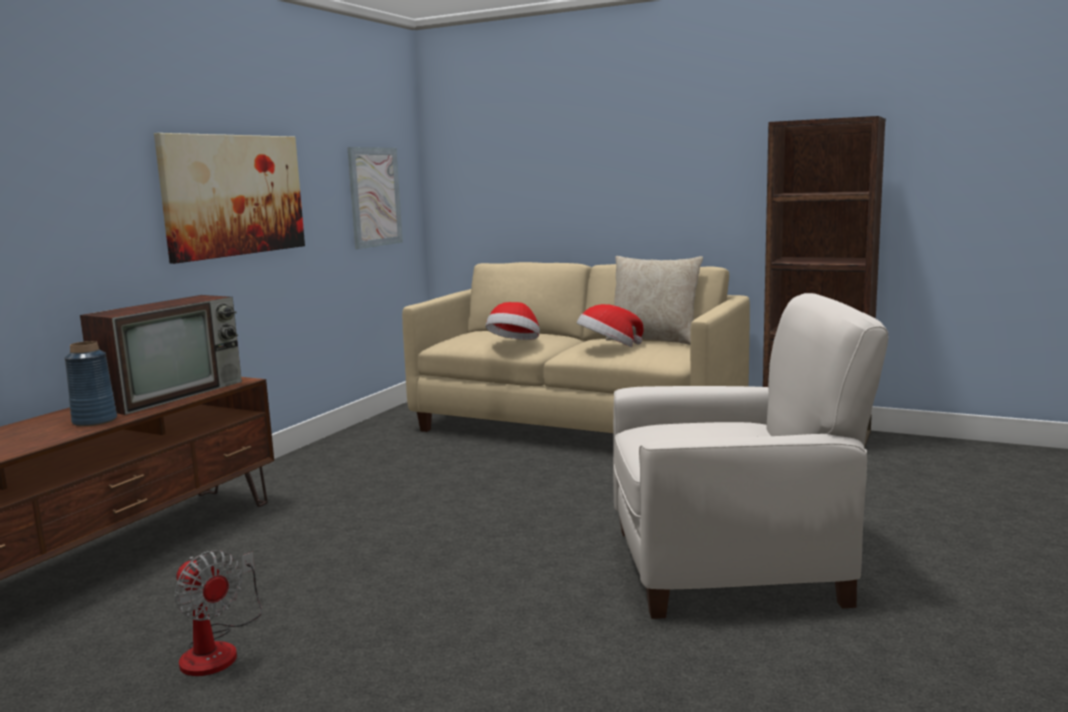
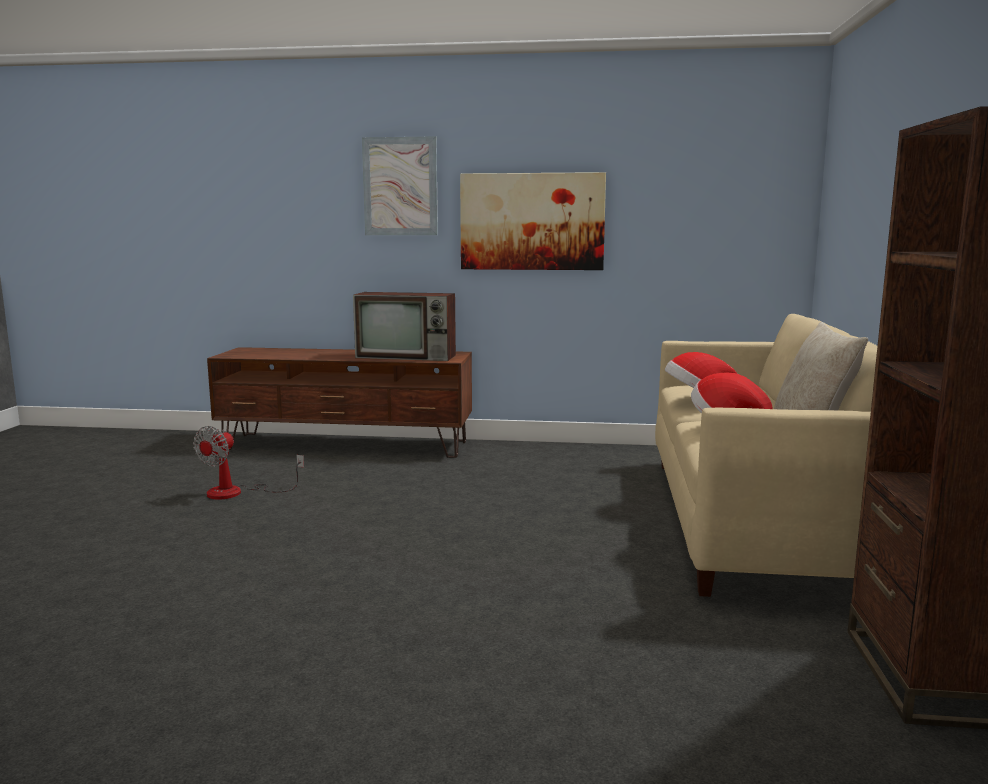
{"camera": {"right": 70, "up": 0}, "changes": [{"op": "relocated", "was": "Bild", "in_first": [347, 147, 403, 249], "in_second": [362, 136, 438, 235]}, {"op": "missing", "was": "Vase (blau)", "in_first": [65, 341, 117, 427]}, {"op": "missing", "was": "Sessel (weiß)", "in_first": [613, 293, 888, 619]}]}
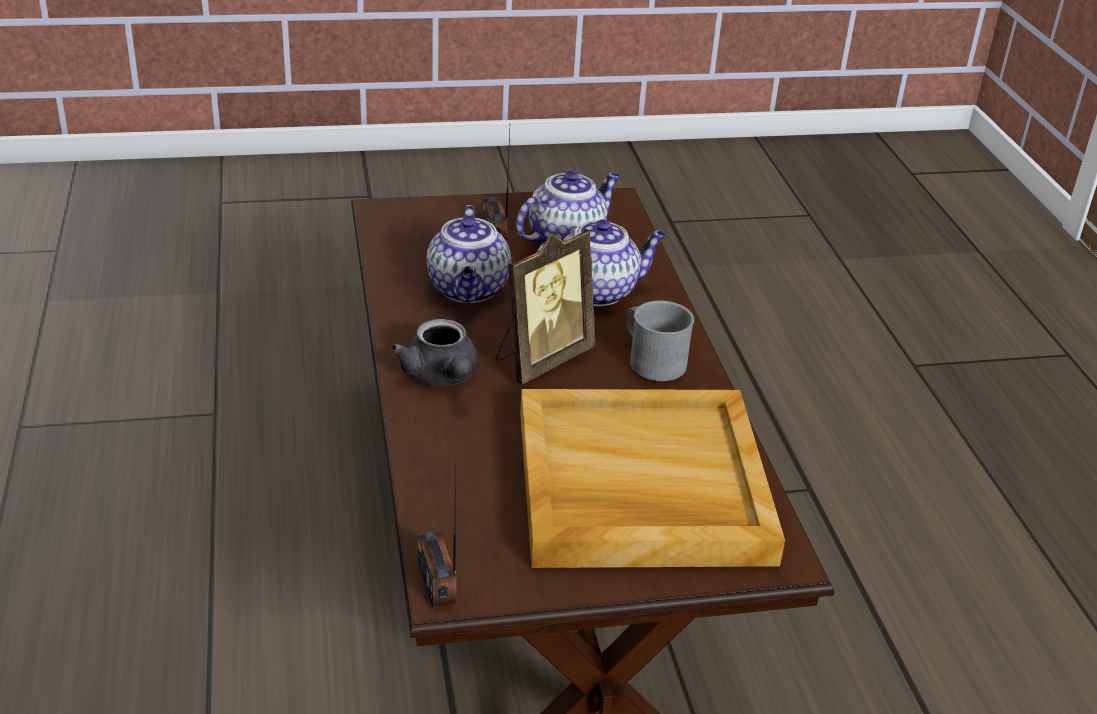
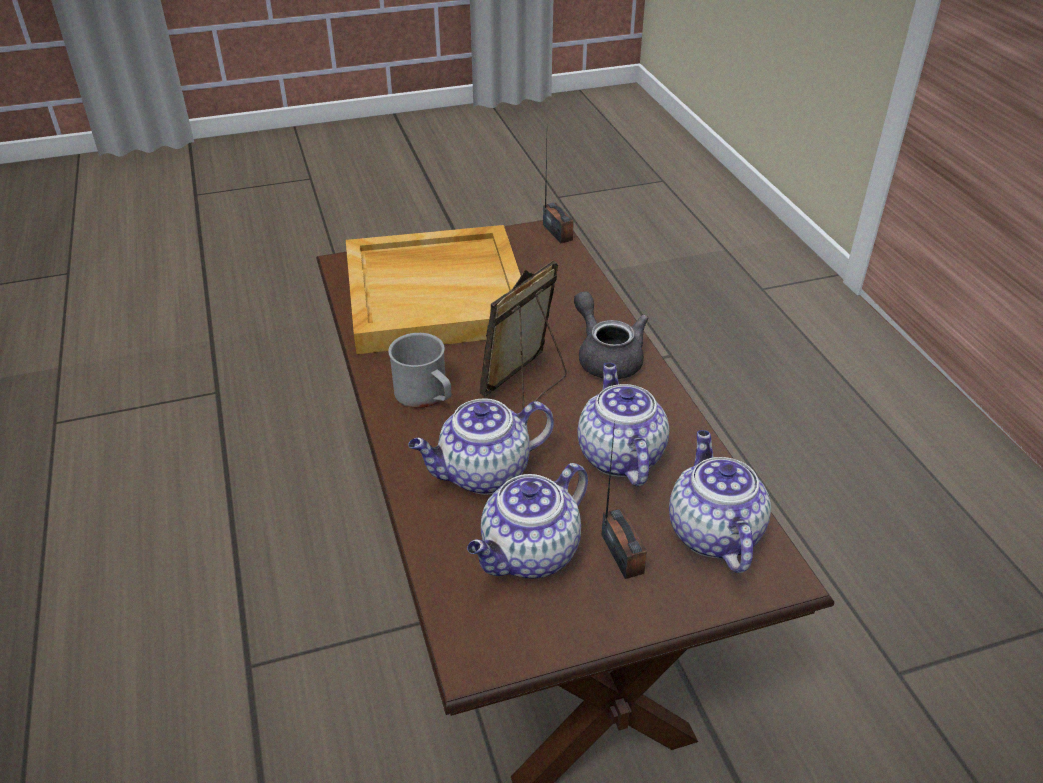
{"camera": {"right": 175, "up": 5}, "changes": [{"op": "appeared", "now": "Teekanne", "in_second": [669, 430, 771, 573]}]}
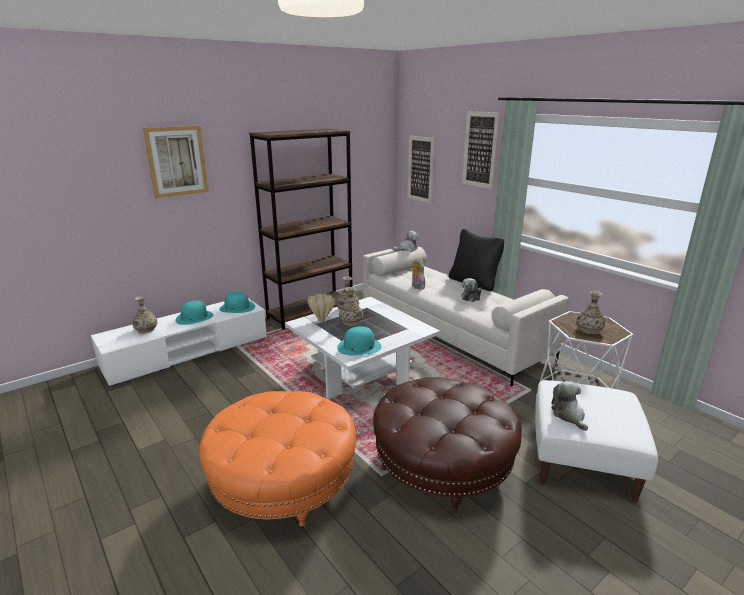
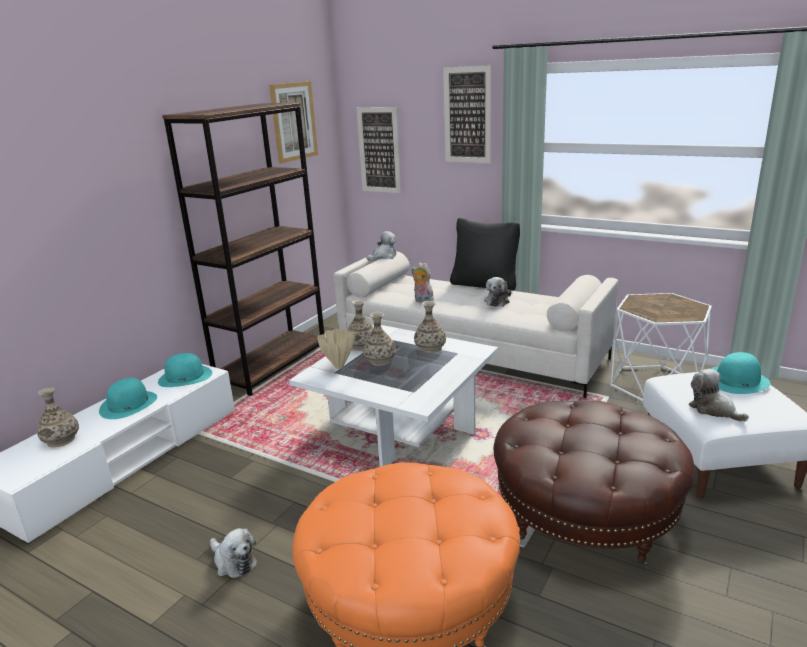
{"camera": {"right": -20, "up": 0}, "changes": [{"op": "appeared", "now": "Plüschtier", "in_second": [210, 528, 258, 578]}, {"op": "relocated", "was": "Bild", "in_first": [143, 126, 209, 198], "in_second": [269, 81, 318, 164]}, {"op": "relocated", "was": "Vase", "in_first": [576, 291, 605, 334], "in_second": [414, 301, 446, 353]}, {"op": "relocated", "was": "Hut (türkis)", "in_first": [337, 326, 382, 356], "in_second": [711, 352, 771, 394]}]}
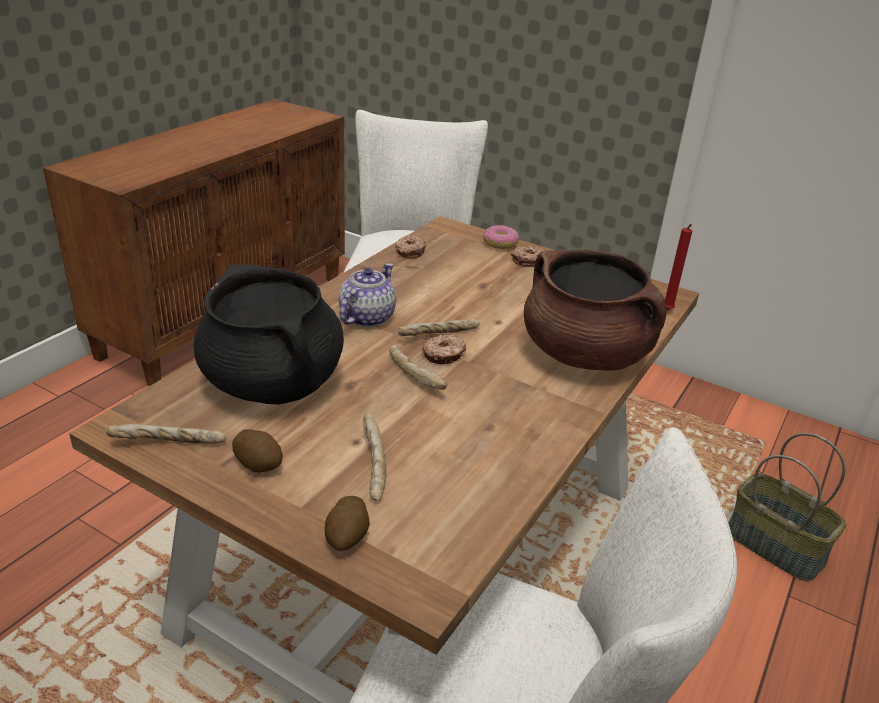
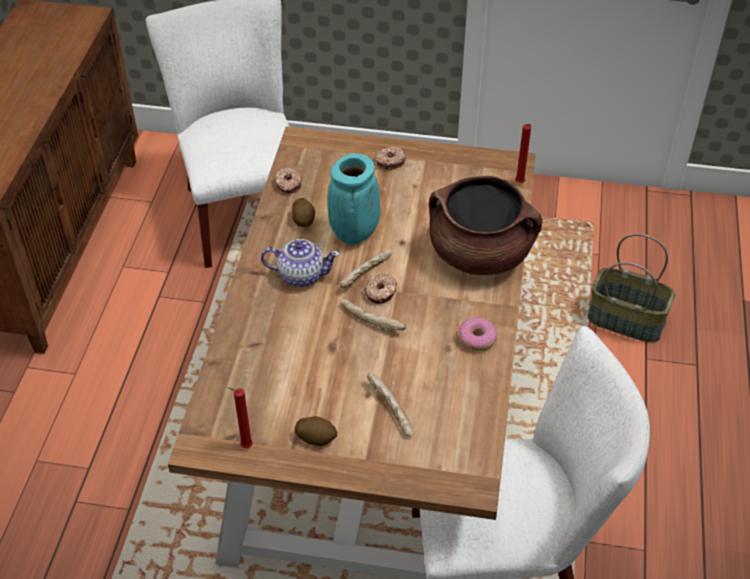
{"camera": {"right": -20, "up": 15}, "changes": [{"op": "exchanged", "was": "Brot", "now": "Kerze (rot)", "in_first": [106, 424, 227, 444], "in_second": [227, 387, 253, 448]}, {"op": "spun", "was": "Teekanne", "in_first": [339, 263, 396, 327], "in_second": [261, 239, 340, 287], "clockwise": 90}, {"op": "relocated", "was": "Kartoffel", "in_first": [325, 496, 370, 551], "in_second": [292, 198, 315, 227]}, {"op": "appeared", "now": "Vase (türkis)", "in_second": [327, 153, 380, 245]}, {"op": "relocated", "was": "Donut", "in_first": [483, 225, 519, 249], "in_second": [458, 317, 498, 351]}, {"op": "missing", "was": "Kochtopf (schwarz)", "in_first": [194, 264, 344, 405]}]}
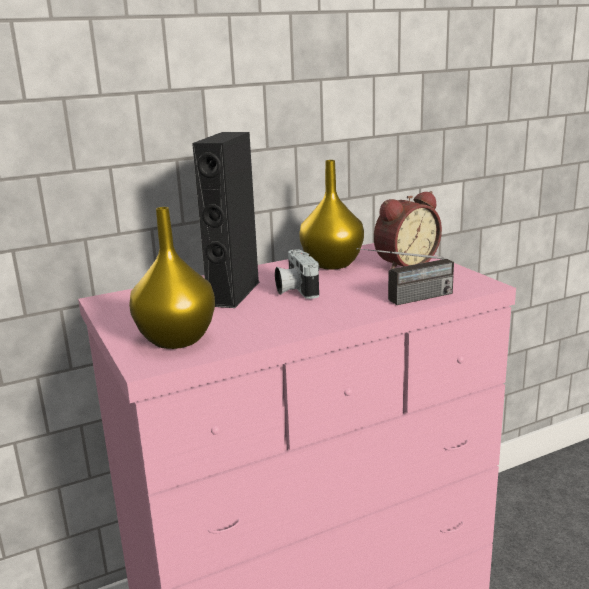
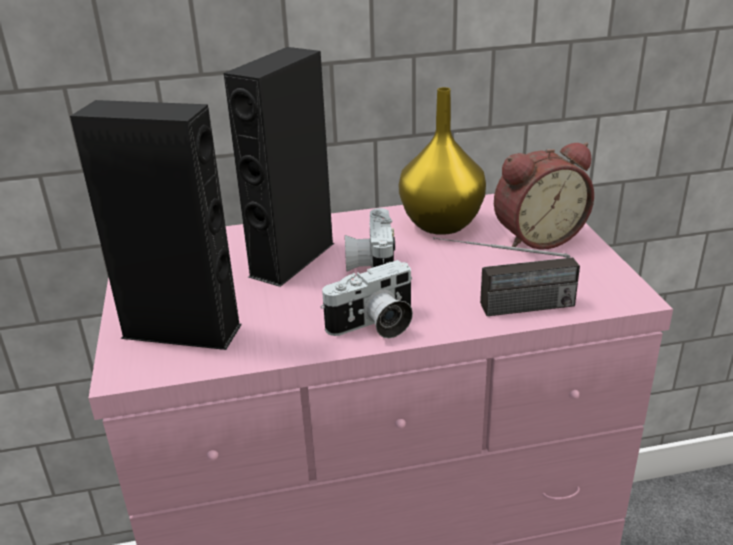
{"camera": {"right": 15, "up": 10}, "changes": [{"op": "exchanged", "was": "Vase (gelb)", "now": "Lautsprecher (schwarz)", "in_first": [129, 207, 215, 349], "in_second": [70, 100, 242, 350]}, {"op": "appeared", "now": "Kamera", "in_second": [321, 260, 413, 338]}]}
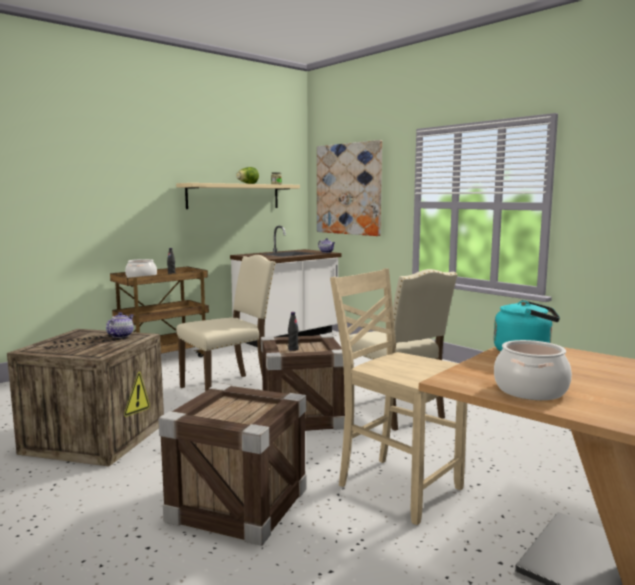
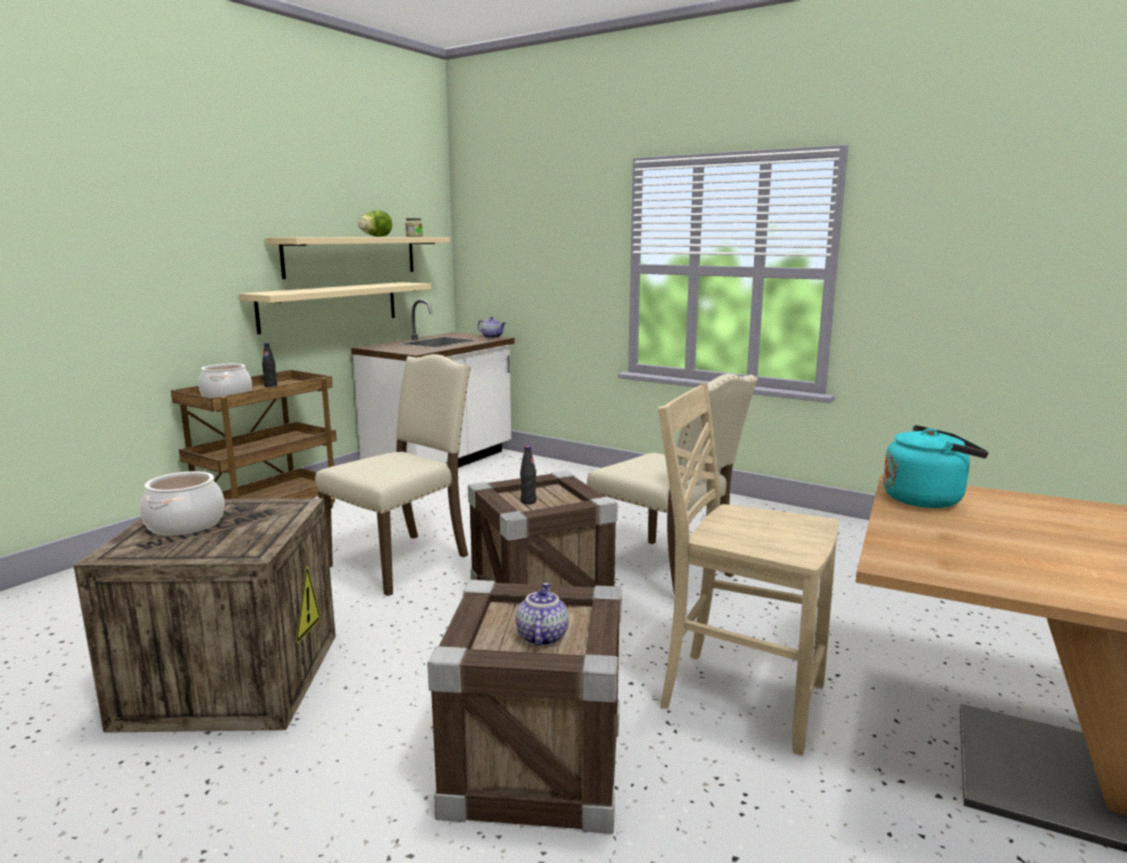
{"camera": {"right": -15, "up": 5}, "changes": [{"op": "relocated", "was": "Kochtopf", "in_first": [494, 340, 572, 400], "in_second": [140, 471, 225, 536]}, {"op": "appeared", "now": "Wandregal (beige)", "in_second": [239, 282, 431, 334]}, {"op": "relocated", "was": "Teekanne", "in_first": [106, 312, 133, 338], "in_second": [516, 583, 569, 646]}, {"op": "missing", "was": "Bild", "in_first": [317, 140, 382, 236]}]}
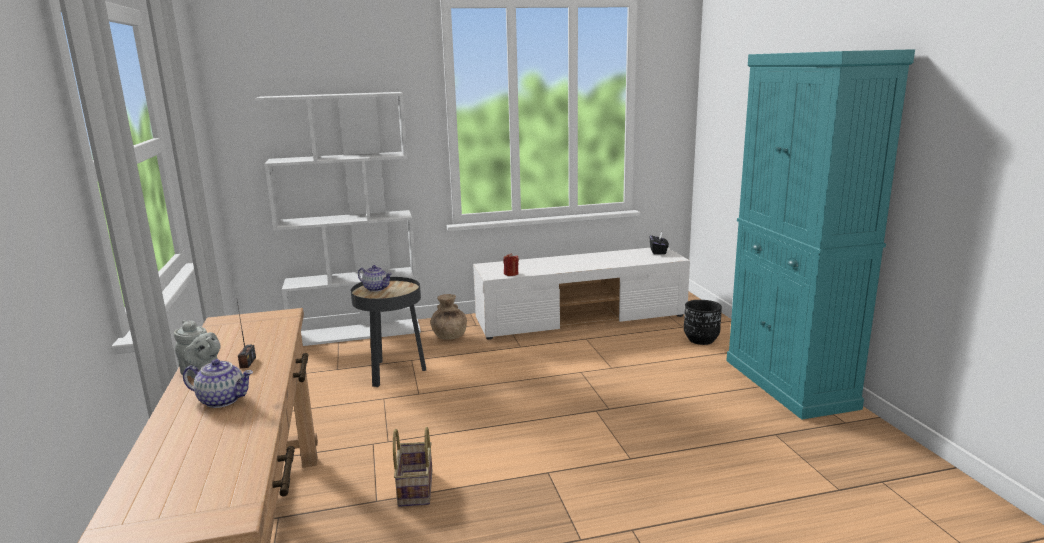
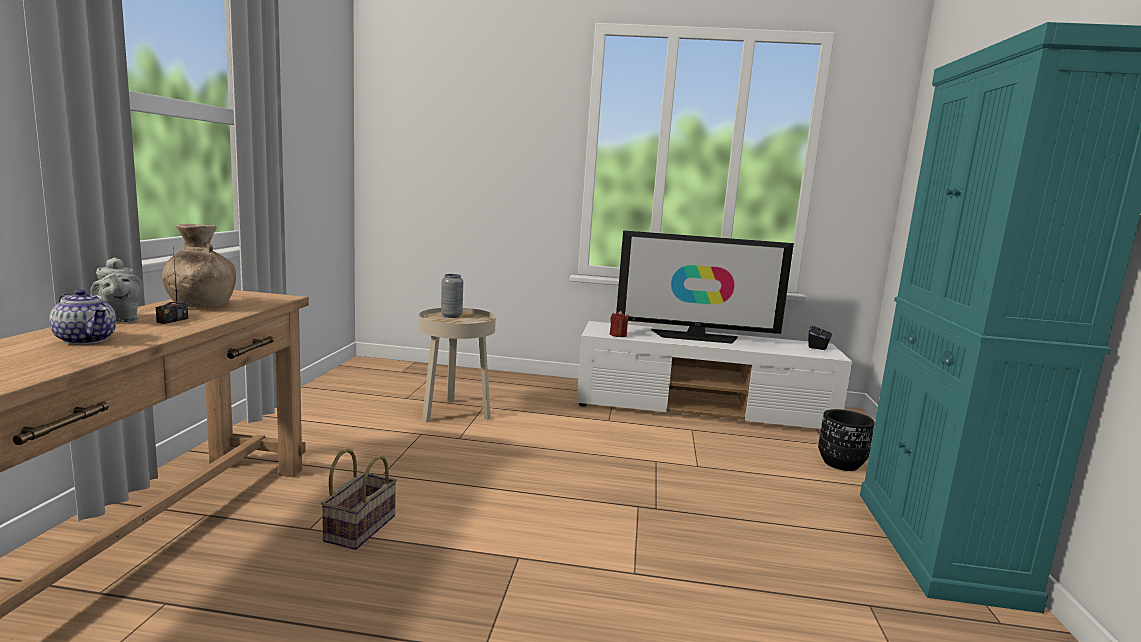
{"camera": {"right": 20, "up": -5}, "changes": [{"op": "relocated", "was": "Vase (braun)", "in_first": [430, 294, 467, 340], "in_second": [162, 224, 236, 307]}, {"op": "colour", "was": "Beistelltisch (schwarz)", "now": "Beistelltisch (beige)", "in_first": [351, 277, 426, 387], "in_second": [419, 308, 496, 423]}, {"op": "exchanged", "was": "Teekanne", "now": "Vase (grau)", "in_first": [358, 265, 392, 292], "in_second": [441, 274, 463, 318]}, {"op": "appeared", "now": "Fernseher", "in_second": [616, 230, 794, 344]}, {"op": "missing", "was": "Bücherregal (weiß)", "in_first": [255, 92, 421, 346]}]}
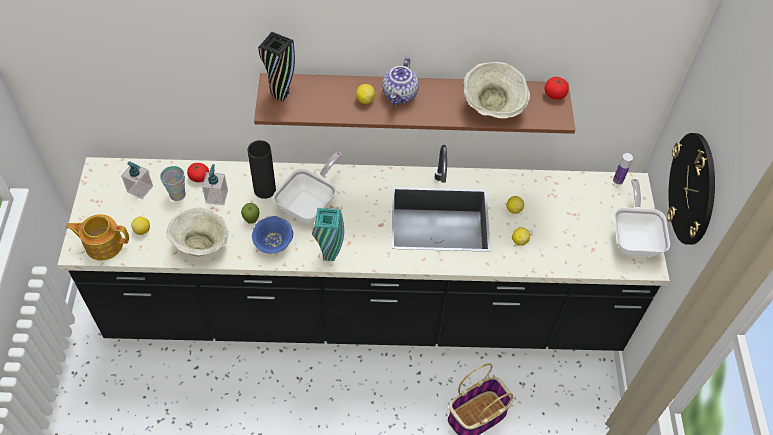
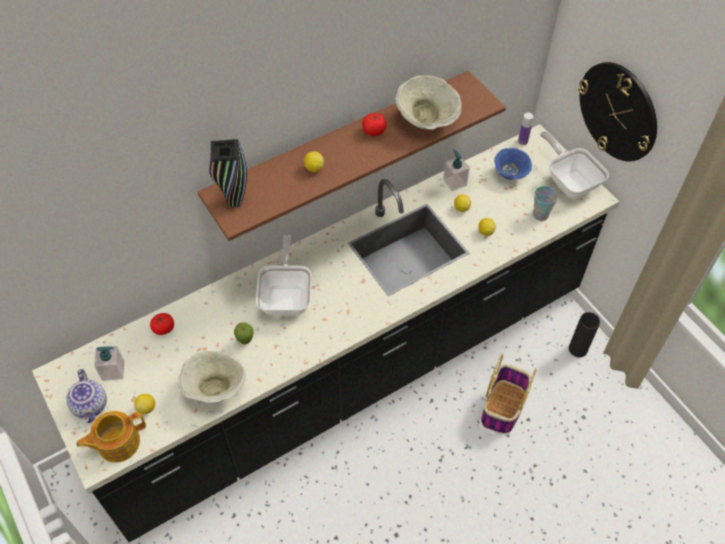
{"camera": {"right": -30, "up": 0}, "changes": [{"op": "relocated", "was": "Teekanne", "in_first": [382, 57, 419, 105], "in_second": [66, 369, 107, 423]}, {"op": "relocated", "was": "Tomate", "in_first": [544, 77, 569, 100], "in_second": [362, 113, 387, 136]}, {"op": "relocated", "was": "Seifenspender", "in_first": [202, 164, 228, 205], "in_second": [443, 149, 470, 191]}, {"op": "relocated", "was": "Schüssel (blau)", "in_first": [252, 216, 293, 254], "in_second": [494, 148, 532, 180]}, {"op": "relocated", "was": "Tasse", "in_first": [160, 166, 186, 201], "in_second": [533, 186, 558, 221]}, {"op": "relocated", "was": "Vase (schwarz)", "in_first": [248, 140, 276, 199], "in_second": [569, 312, 600, 357]}, {"op": "missing", "was": "Vase (türkis)", "in_first": [312, 208, 344, 261]}]}
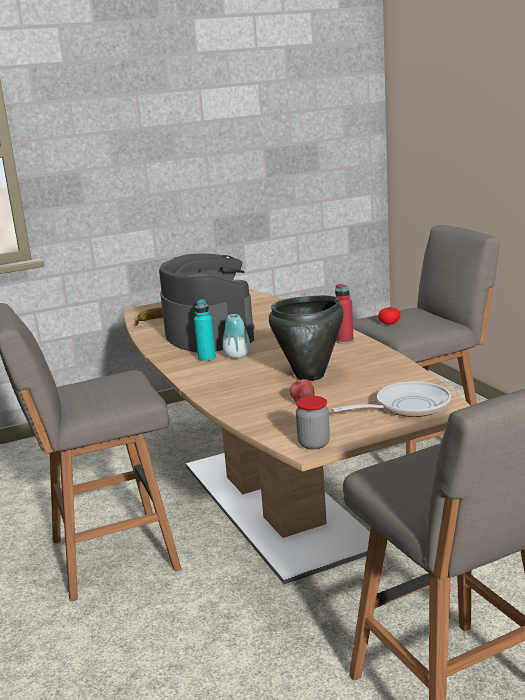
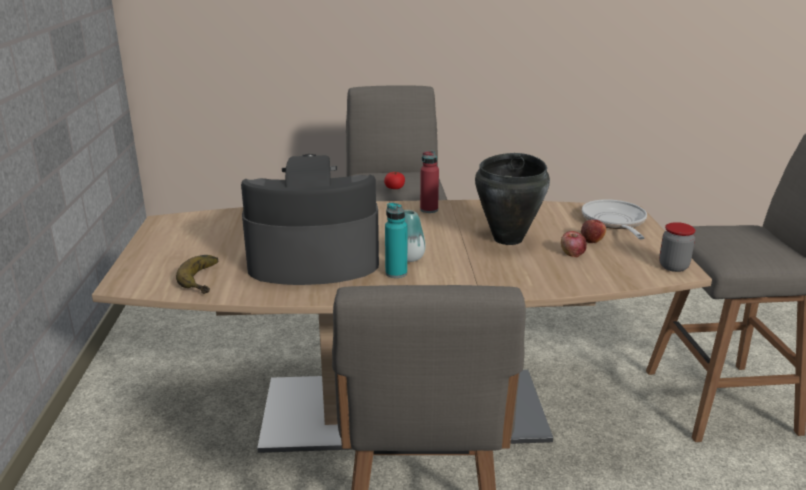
{"camera": {"right": -70, "up": 5}, "changes": [{"op": "appeared", "now": "Apfel", "in_second": [581, 220, 606, 243]}]}
